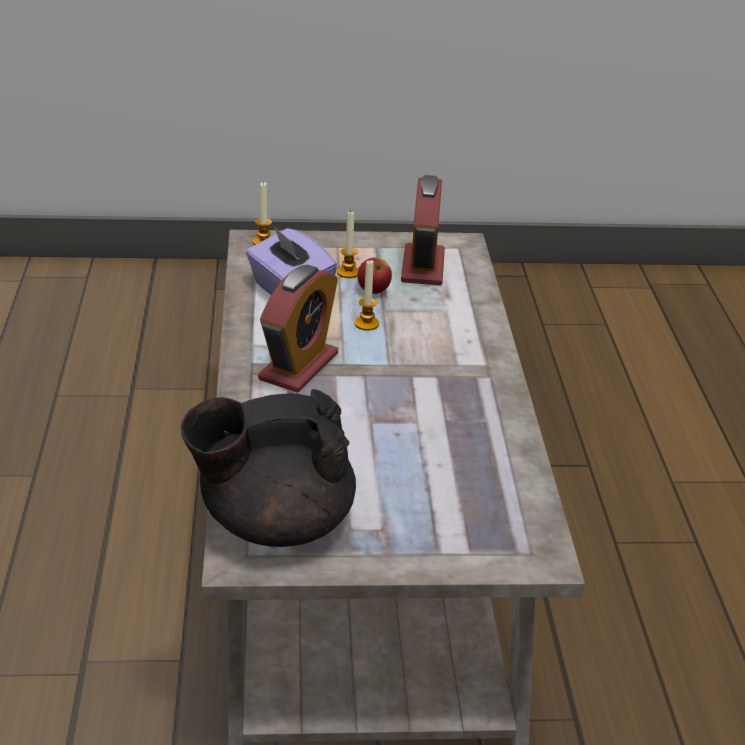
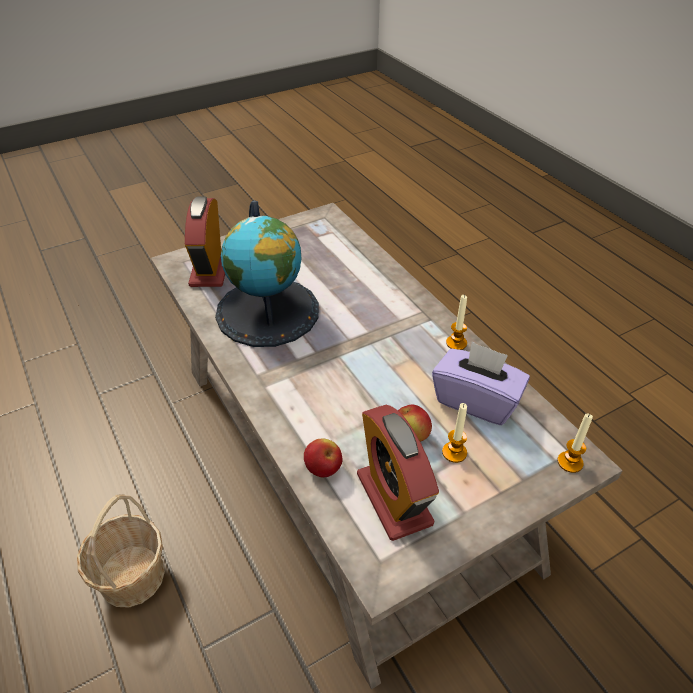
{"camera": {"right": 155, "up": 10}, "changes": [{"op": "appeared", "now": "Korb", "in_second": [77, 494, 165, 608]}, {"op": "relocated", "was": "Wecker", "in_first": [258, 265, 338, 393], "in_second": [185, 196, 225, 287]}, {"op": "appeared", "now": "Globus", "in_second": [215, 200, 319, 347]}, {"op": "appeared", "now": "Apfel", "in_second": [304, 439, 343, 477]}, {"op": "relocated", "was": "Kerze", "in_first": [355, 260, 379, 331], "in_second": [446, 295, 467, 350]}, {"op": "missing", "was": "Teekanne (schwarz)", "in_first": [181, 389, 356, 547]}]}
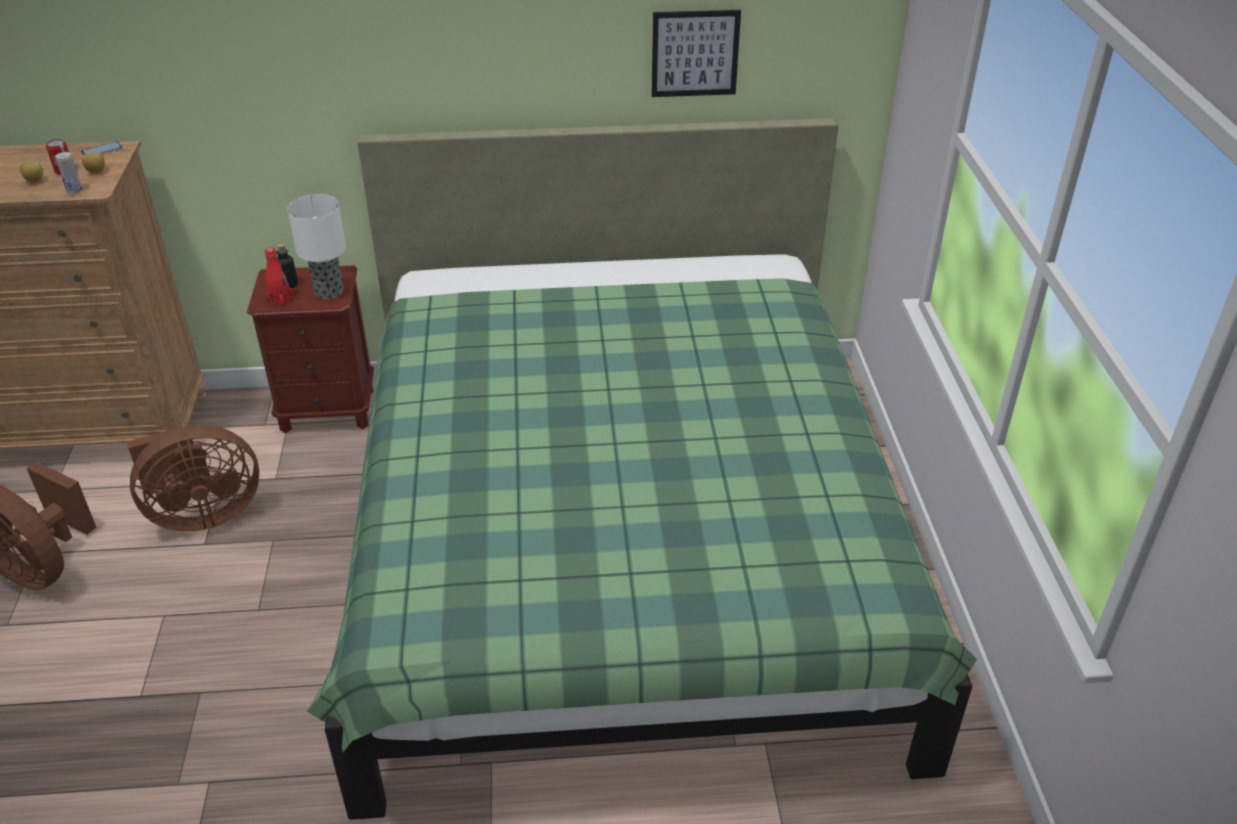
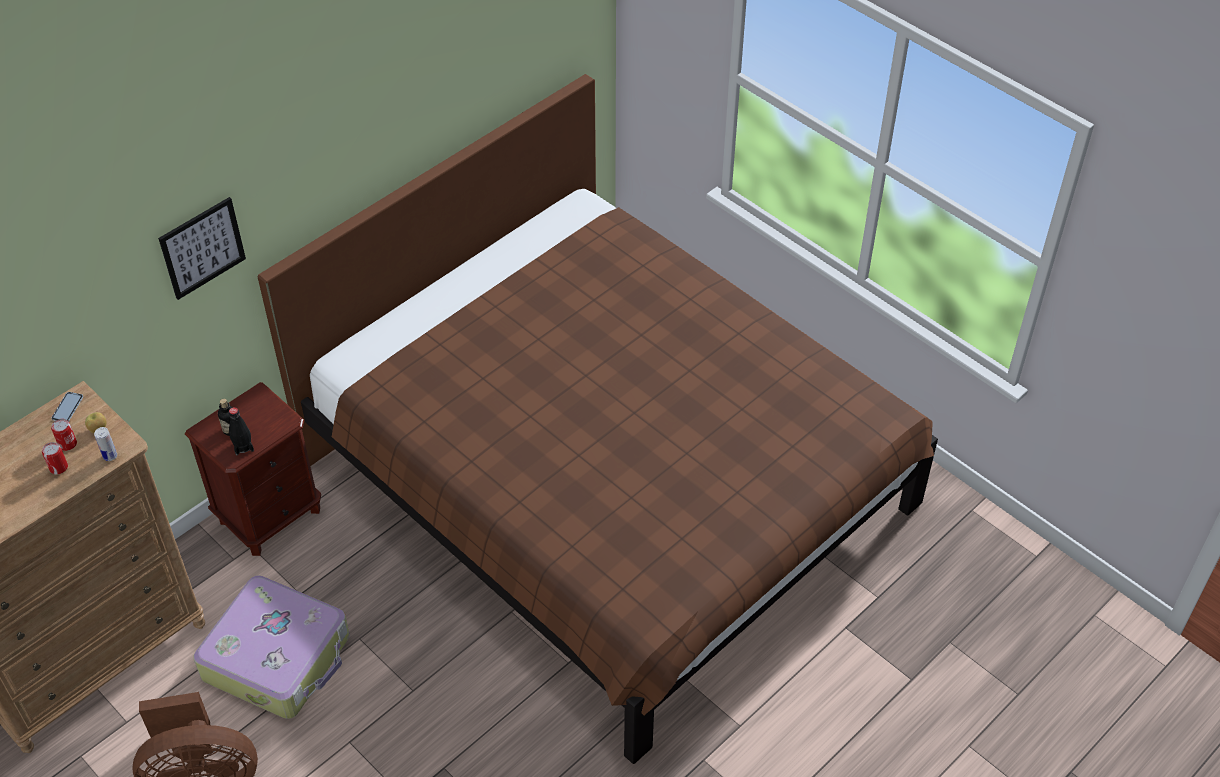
{"camera": {"right": -40, "up": 10}, "changes": [{"op": "exchanged", "was": "Apfel", "now": "Dose", "in_first": [20, 161, 43, 183], "in_second": [42, 442, 68, 474]}, {"op": "relocated", "was": "Bild", "in_first": [651, 10, 741, 97], "in_second": [158, 197, 246, 300]}, {"op": "exchanged", "was": "Ventilator (braun)", "now": "Koffer", "in_first": [127, 425, 259, 531], "in_second": [193, 575, 350, 719]}, {"op": "colour", "was": "Flasche (rot)", "now": "Flasche (schwarz)", "in_first": [265, 247, 294, 307], "in_second": [229, 407, 254, 455]}, {"op": "colour", "was": "Bett (grün)", "now": "Bett (braun)", "in_first": [307, 118, 977, 820], "in_second": [257, 74, 938, 764]}, {"op": "missing", "was": "Tischlampe", "in_first": [287, 194, 346, 299]}]}
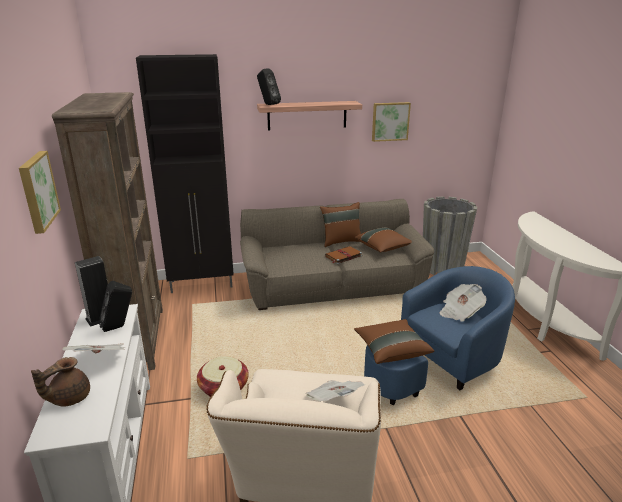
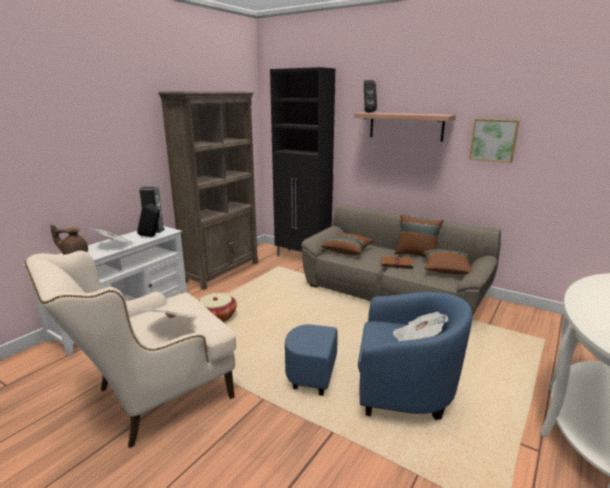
{"camera": {"right": 45, "up": -5}, "changes": [{"op": "relocated", "was": "Kissen (braun)", "in_first": [354, 319, 434, 364], "in_second": [322, 233, 374, 255]}, {"op": "missing", "was": "Bild", "in_first": [19, 151, 61, 234]}, {"op": "missing", "was": "Pflanzkübel (grau)", "in_first": [423, 197, 477, 275]}]}
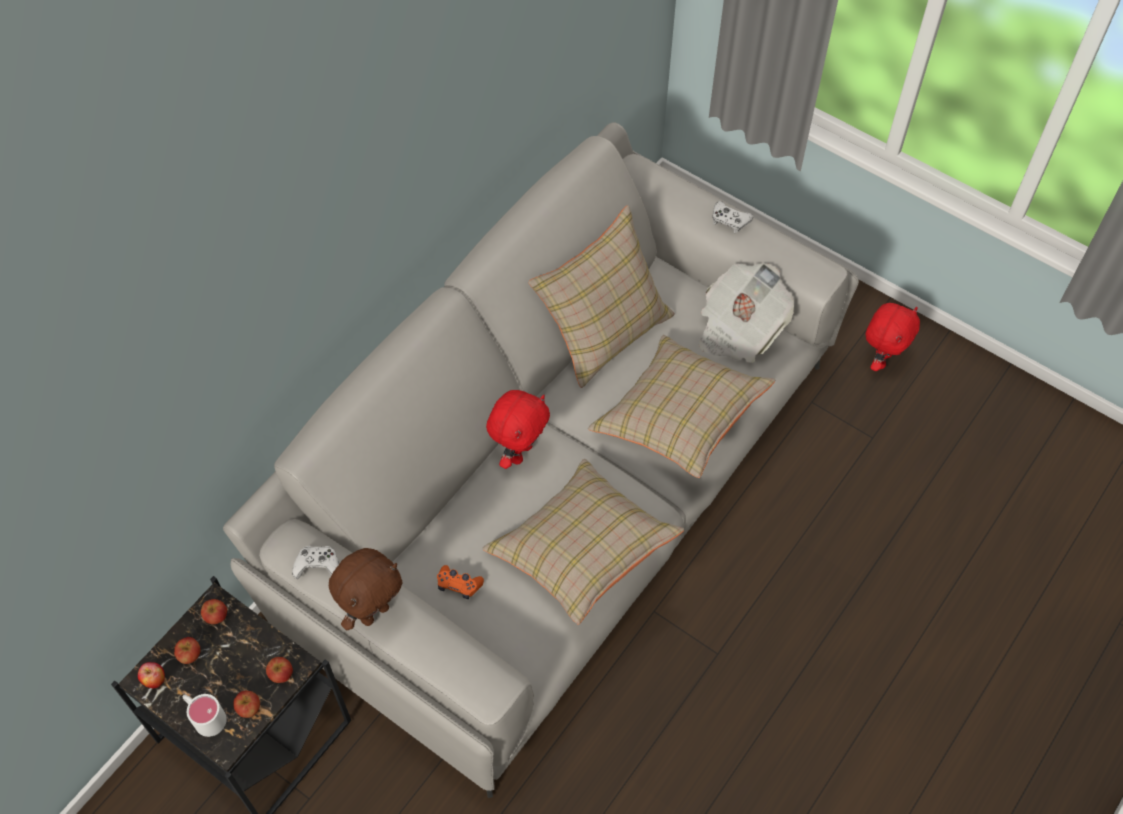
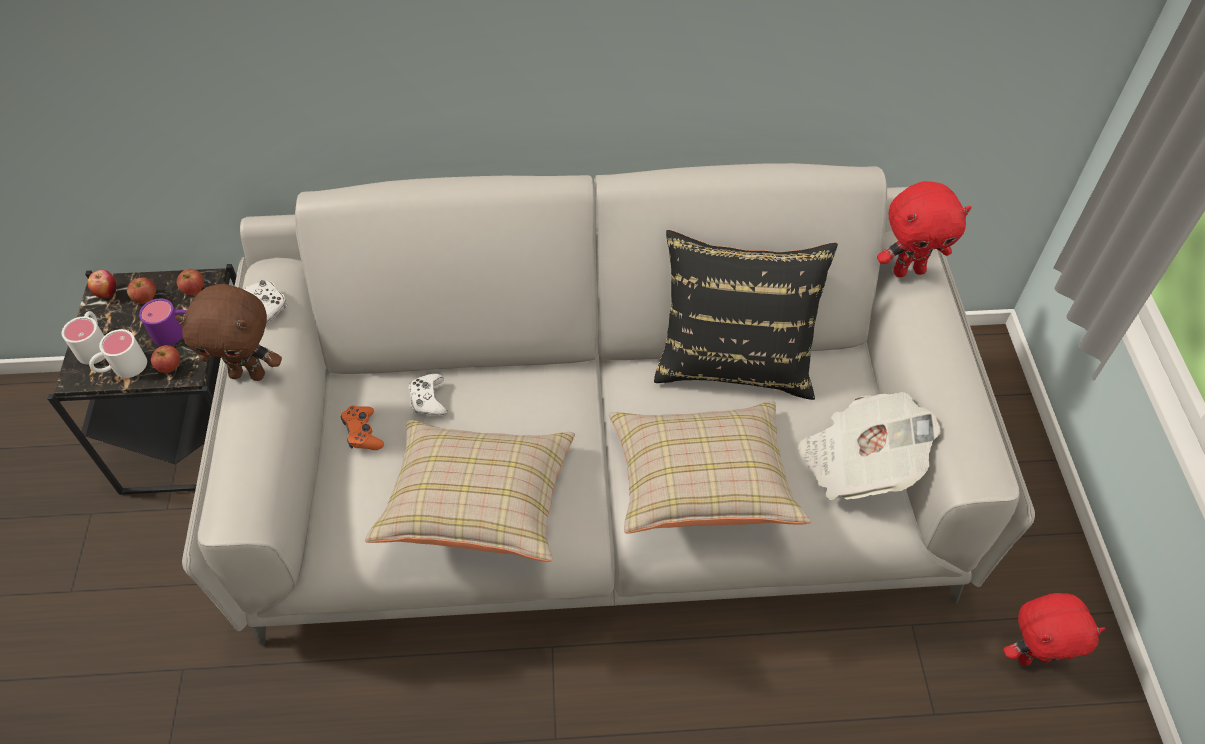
{"camera": {"right": 50, "up": -5}, "changes": [{"op": "exchanged", "was": "Apfel", "now": "Henkelbecher (weiß)", "in_first": [233, 691, 260, 718], "in_second": [89, 329, 147, 378]}, {"op": "appeared", "now": "Henkelbecher (lila)", "in_second": [139, 299, 187, 346]}, {"op": "relocated", "was": "Gamepad (weiß)", "in_first": [712, 201, 753, 233], "in_second": [409, 373, 448, 417]}, {"op": "colour", "was": "Kissen (beige)", "now": "Kissen (schwarz)", "in_first": [528, 205, 675, 388], "in_second": [654, 230, 838, 400]}, {"op": "relocated", "was": "Plüschtier (rot)", "in_first": [486, 390, 550, 469], "in_second": [877, 181, 972, 277]}]}
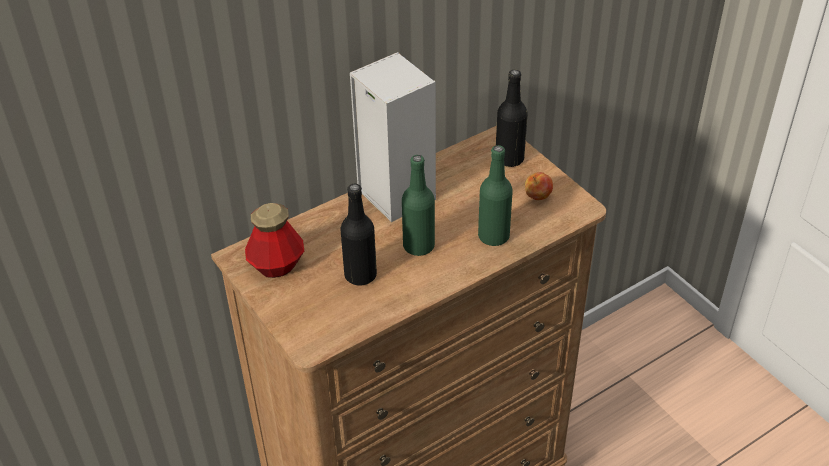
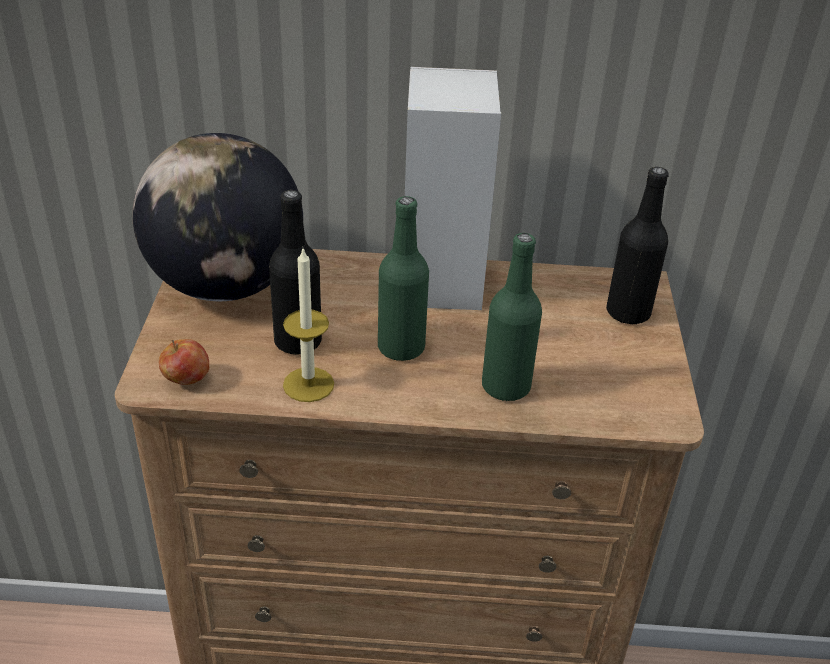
{"camera": {"right": 35, "up": -5}, "changes": [{"op": "exchanged", "was": "Flasche", "now": "Globus", "in_first": [245, 203, 304, 278], "in_second": [133, 133, 303, 301]}, {"op": "relocated", "was": "Apfel", "in_first": [525, 172, 553, 200], "in_second": [159, 339, 209, 385]}, {"op": "appeared", "now": "Kerze", "in_second": [283, 249, 334, 402]}]}
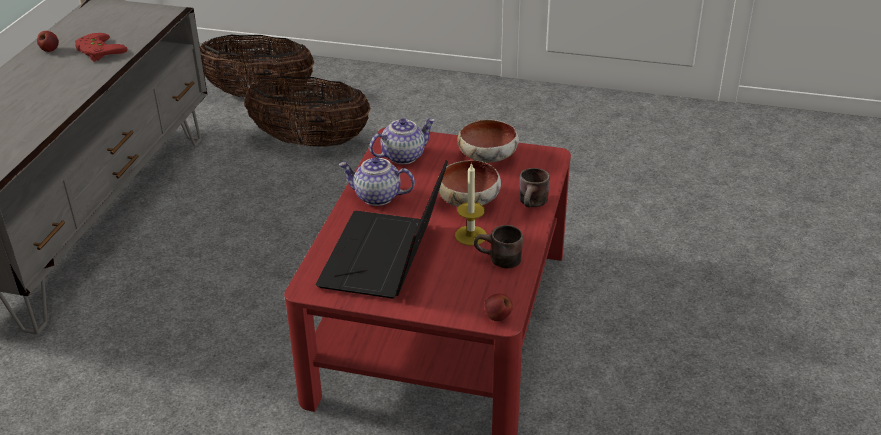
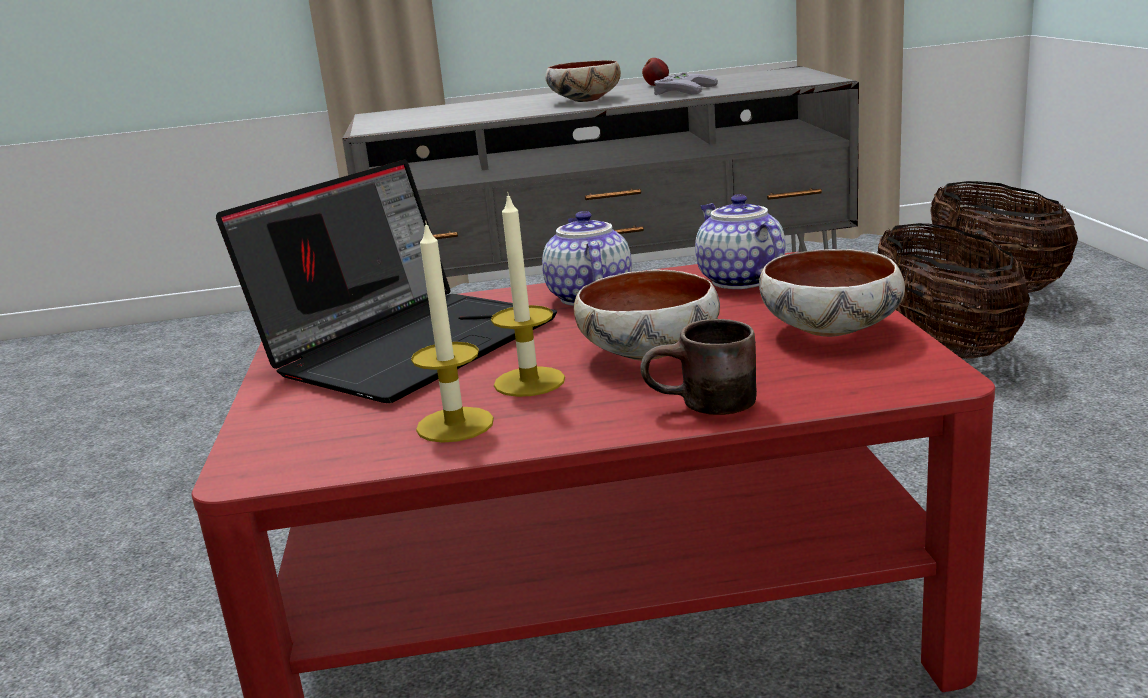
{"camera": {"right": 70, "up": -15}, "changes": [{"op": "spun", "was": "Laptop", "in_first": [315, 160, 448, 299], "in_second": [216, 160, 557, 403], "clockwise": 135}, {"op": "exchanged", "was": "Henkelbecher (braun)", "now": "Kerze", "in_first": [474, 225, 523, 268], "in_second": [411, 221, 494, 443]}, {"op": "appeared", "now": "Schüssel", "in_second": [545, 60, 621, 102]}, {"op": "colour", "was": "Gamepad (rot)", "now": "Gamepad (grau)", "in_first": [75, 33, 127, 62], "in_second": [654, 72, 718, 95]}, {"op": "spun", "was": "Teekanne", "in_first": [369, 118, 435, 164], "in_second": [695, 194, 785, 289], "clockwise": -150}, {"op": "missing", "was": "Apfel", "in_first": [484, 294, 513, 321]}]}
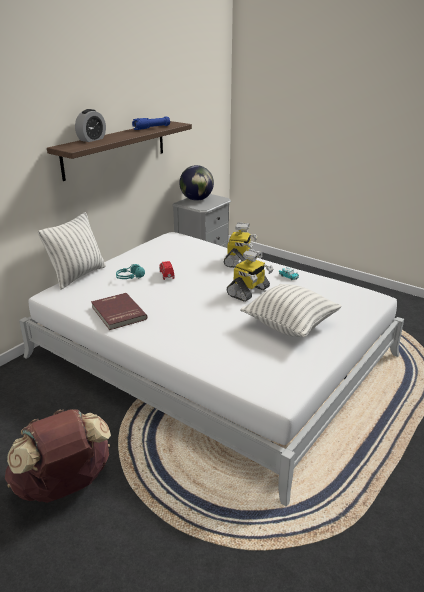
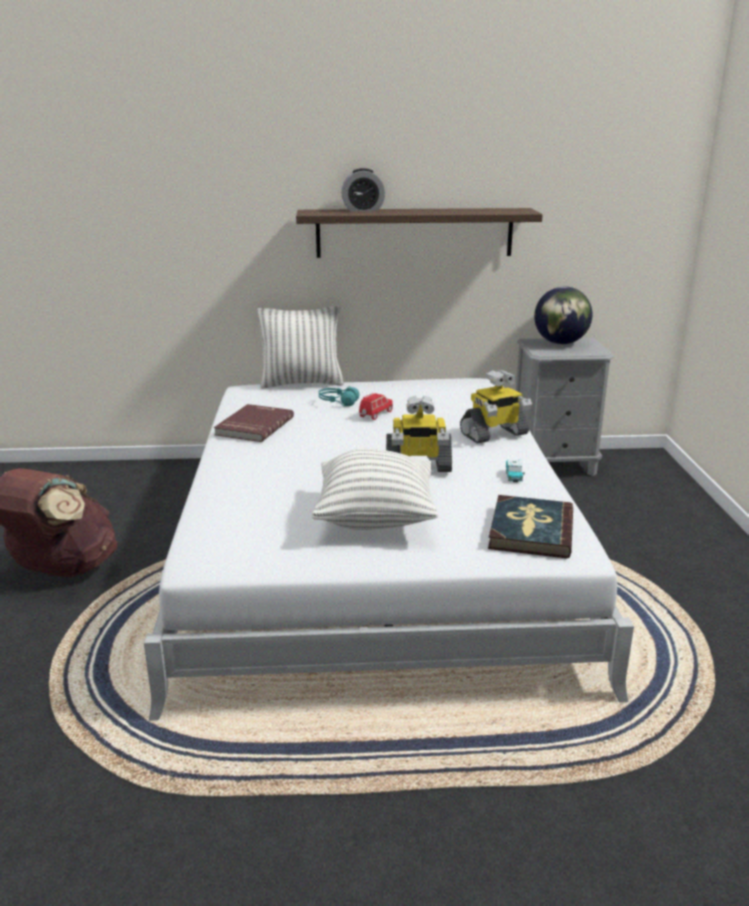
{"camera": {"right": 50, "up": -5}, "changes": [{"op": "appeared", "now": "Buch", "in_second": [488, 495, 573, 558]}, {"op": "missing", "was": "Taschenlampe (blau)", "in_first": [132, 116, 170, 130]}]}
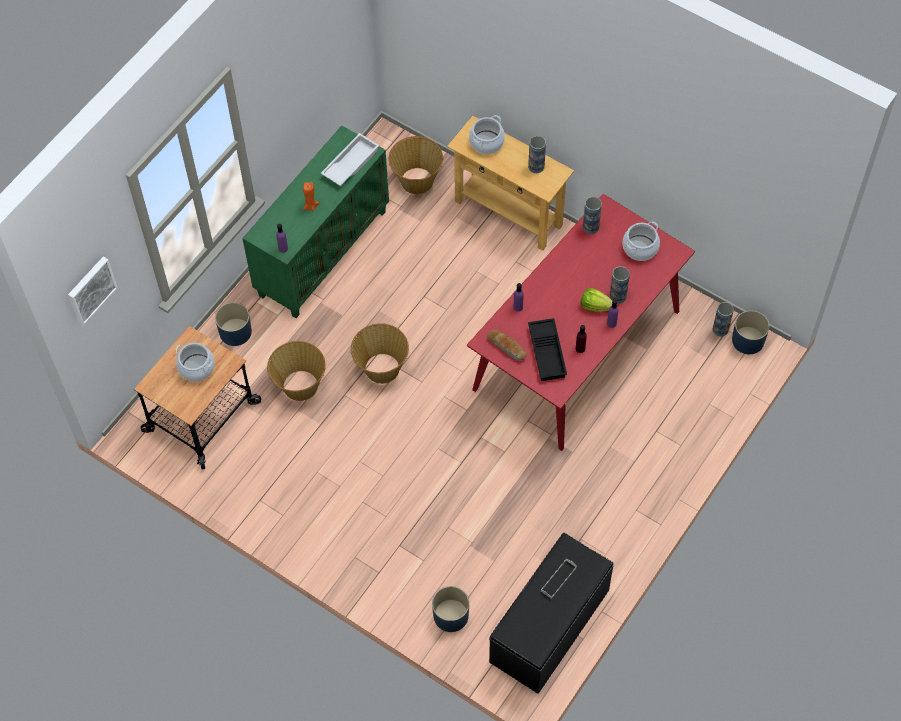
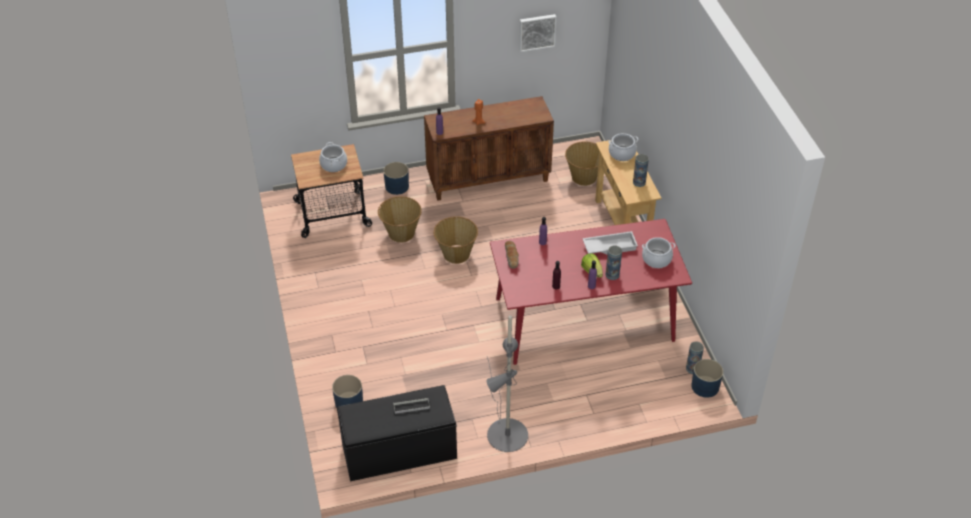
{"camera": {"right": 40, "up": -15}, "changes": [{"op": "colour", "was": "Schrank (grün)", "now": "Schrank (braun)", "in_first": [242, 125, 389, 318], "in_second": [424, 96, 554, 201]}, {"op": "appeared", "now": "Stehlampe (grau)", "in_second": [487, 315, 528, 452]}, {"op": "relocated", "was": "Bild", "in_first": [68, 257, 118, 326], "in_second": [519, 14, 556, 52]}, {"op": "relocated", "was": "Tablett (weiß)", "in_first": [321, 133, 379, 186], "in_second": [583, 231, 638, 255]}, {"op": "missing", "was": "Tablett (schwarz)", "in_first": [528, 318, 567, 381]}, {"op": "missing", "was": "Vase", "in_first": [583, 196, 602, 234]}]}
